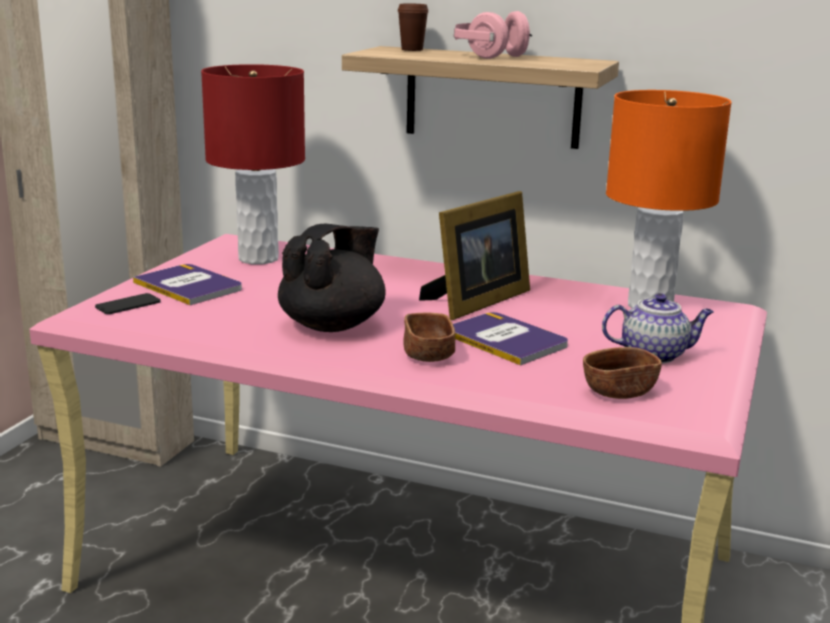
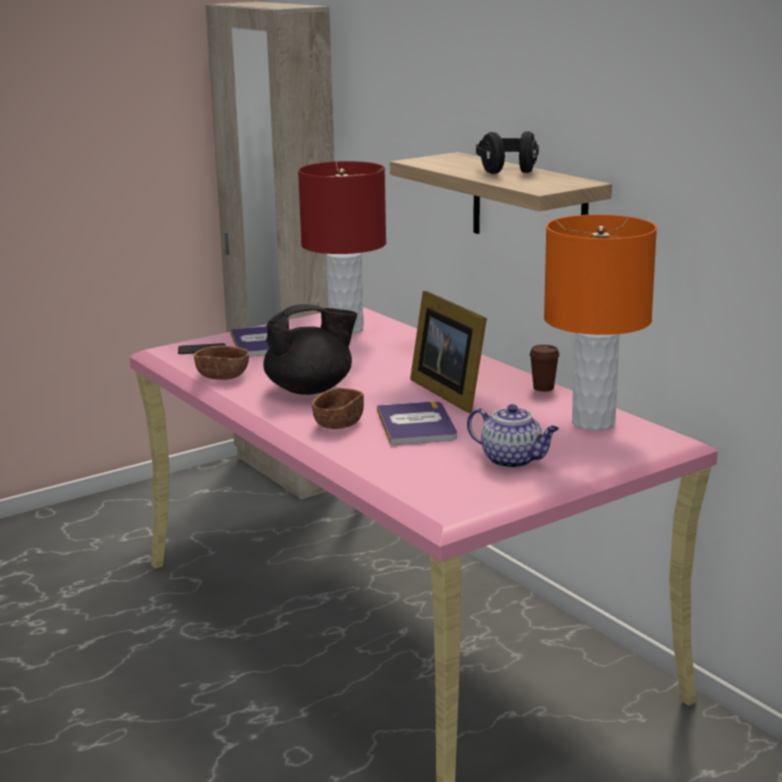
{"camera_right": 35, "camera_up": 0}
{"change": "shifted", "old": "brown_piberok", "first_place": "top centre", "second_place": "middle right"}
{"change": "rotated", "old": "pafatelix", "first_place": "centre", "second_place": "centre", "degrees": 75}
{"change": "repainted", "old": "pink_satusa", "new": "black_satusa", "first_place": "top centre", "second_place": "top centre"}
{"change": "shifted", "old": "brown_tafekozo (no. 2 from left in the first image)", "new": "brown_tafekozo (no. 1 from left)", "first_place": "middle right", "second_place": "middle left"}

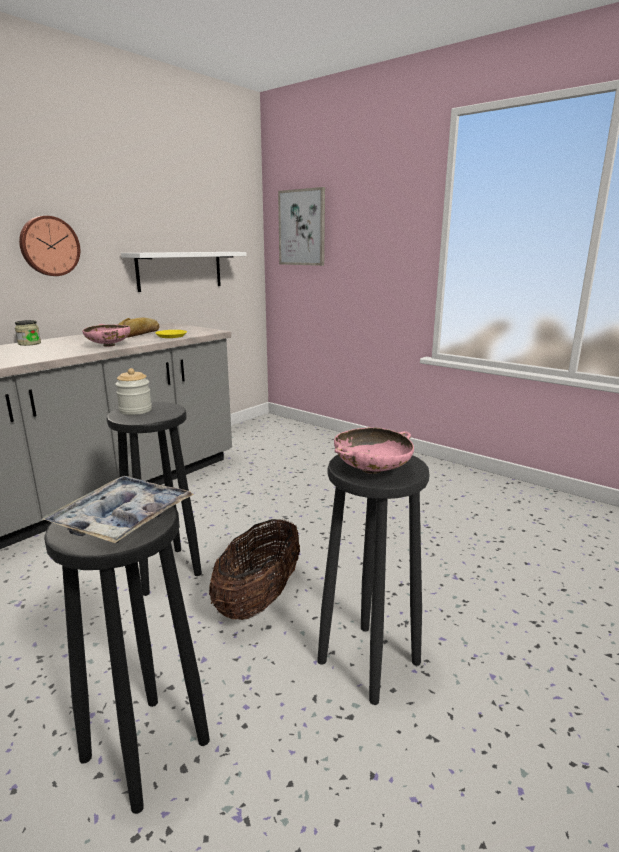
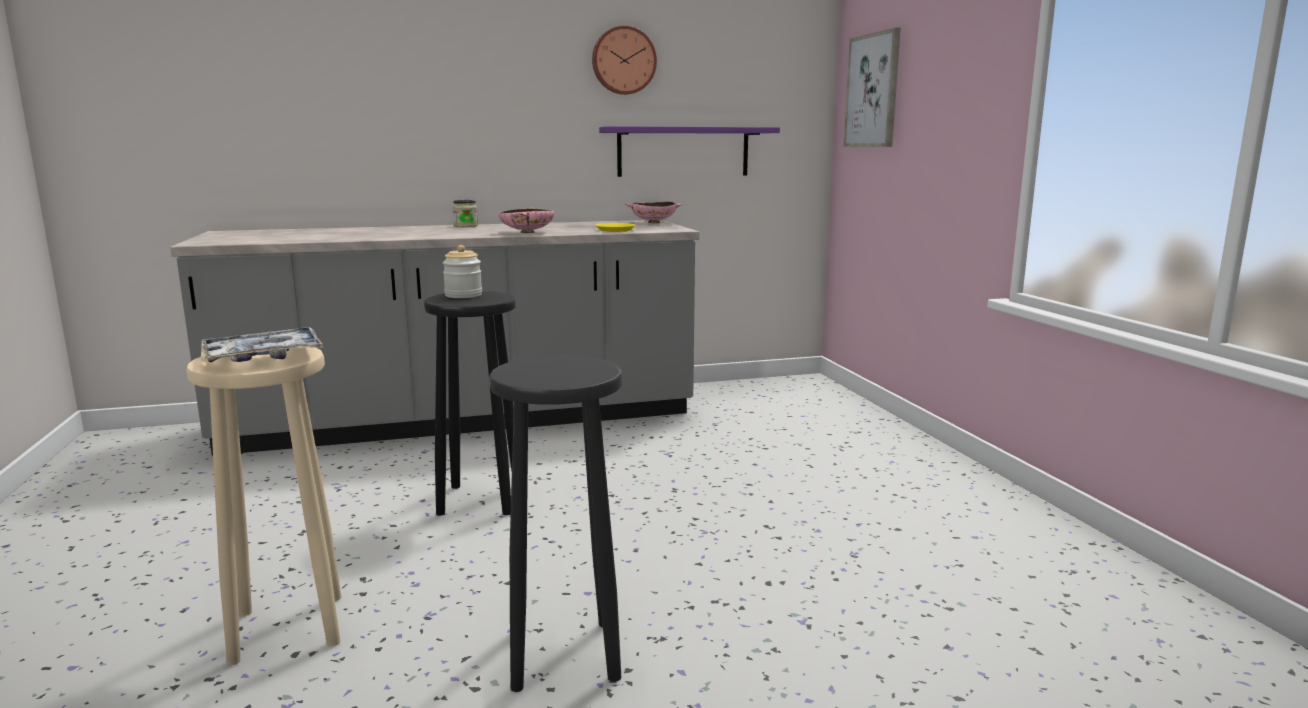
{"camera_right": 35, "camera_up": -5}
{"change": "shifted", "old": "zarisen", "first_place": "top left", "second_place": "top centre"}
{"change": "repainted", "old": "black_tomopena (no. 1 from left)", "new": "beige_tomopena", "first_place": "bottom left", "second_place": "bottom left"}
{"change": "gone", "old": "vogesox", "first_place": "middle left"}
{"change": "repainted", "old": "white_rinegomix", "new": "purple_rinegomix", "first_place": "top left", "second_place": "top centre"}
{"change": "gone", "old": "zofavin", "first_place": "bottom centre"}
{"change": "shifted", "old": "pink_tafekozo (no. 2 from left)", "first_place": "centre", "second_place": "top centre"}

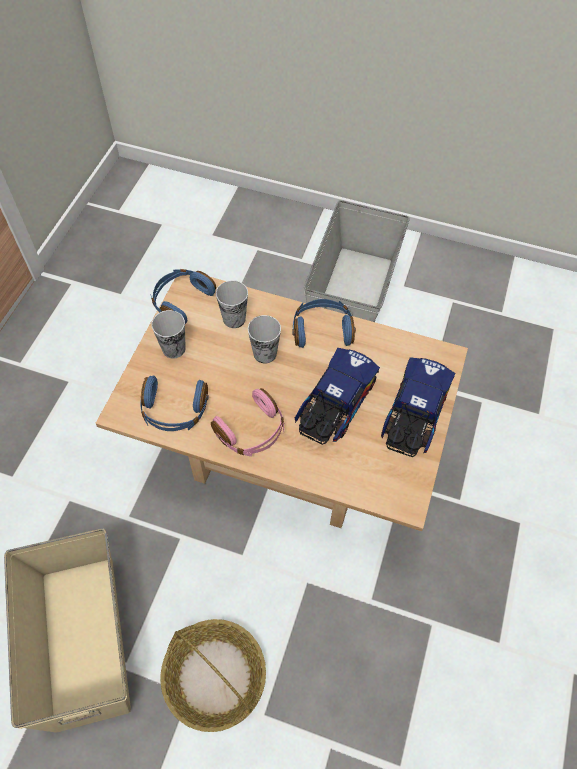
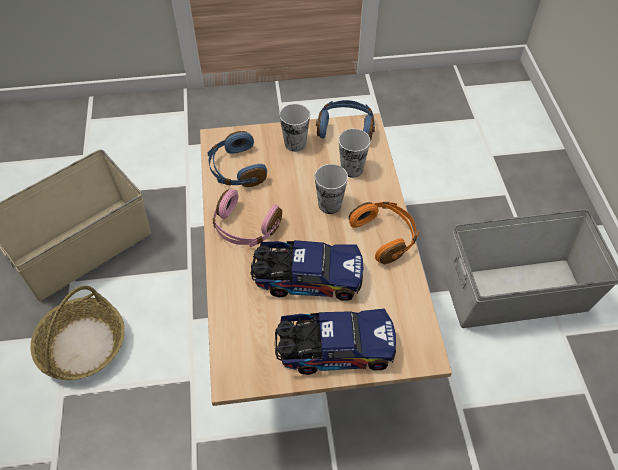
{"camera_right": 65, "camera_up": -5}
{"change": "repainted", "old": "blue_satusa (no. 3 from left)", "new": "orange_satusa", "first_place": "centre", "second_place": "centre"}

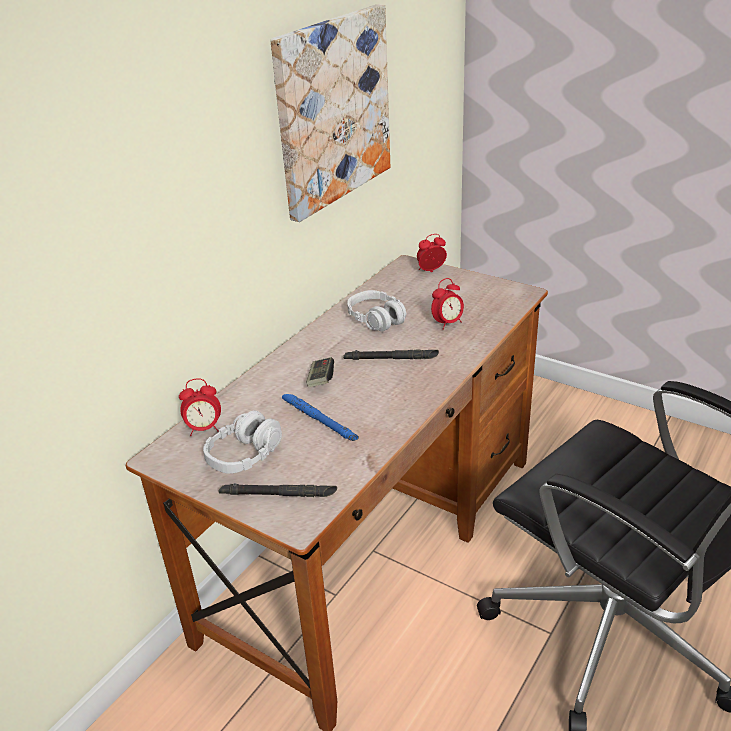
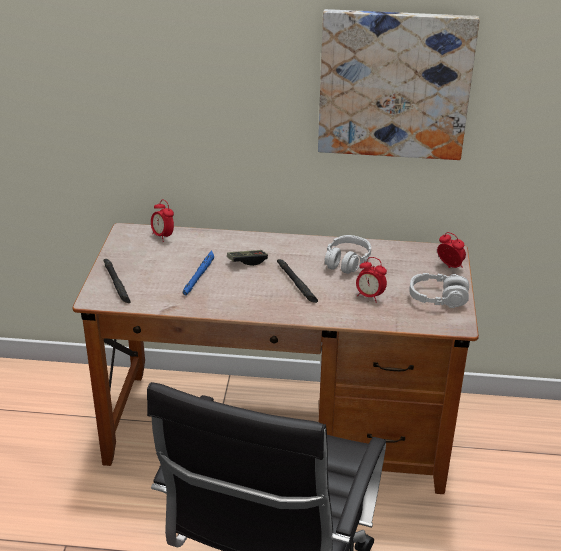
{"camera_right": 60, "camera_up": 0}
{"change": "shifted", "old": "grey_satusa (no. 1 from left in the first image)", "new": "grey_satusa (no. 2 from left)", "first_place": "middle left", "second_place": "middle right"}

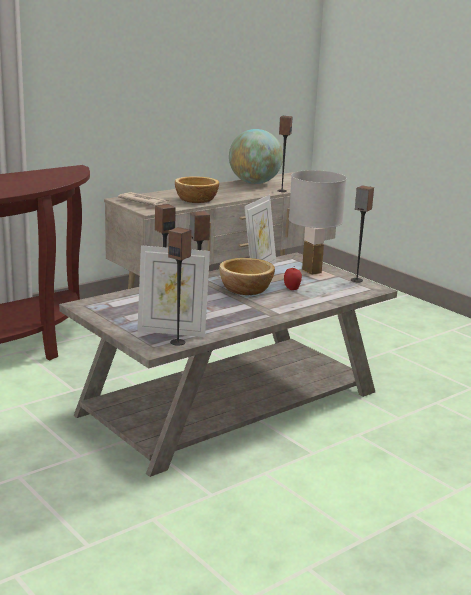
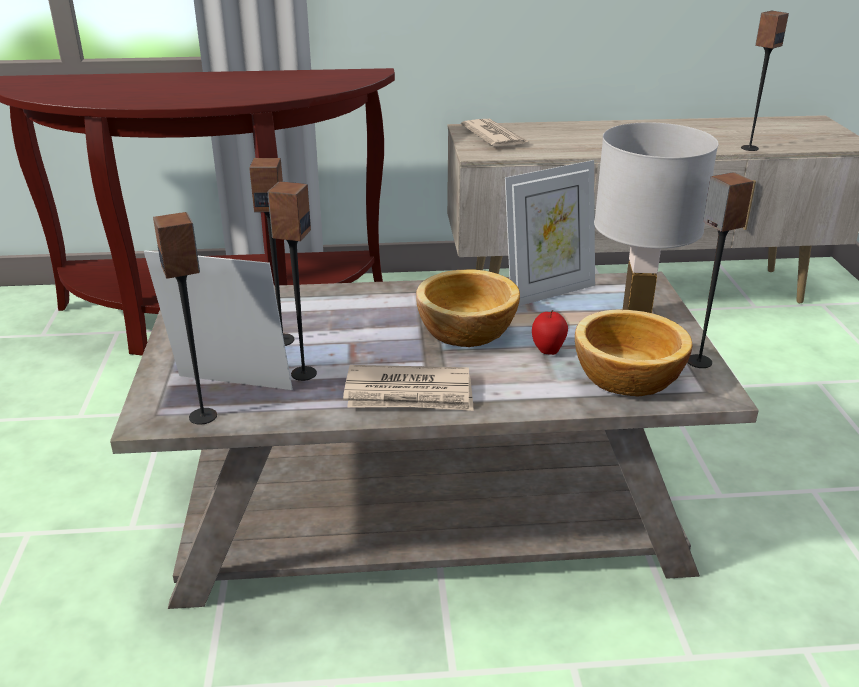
{"camera_right": 35, "camera_up": 10}
{"change": "rotated", "old": "pafatelix (no. 1 from left)", "first_place": "centre", "second_place": "middle left", "degrees": 150}
{"change": "shifted", "old": "tafekozo (no. 1 from left in the first image)", "new": "tafekozo (no. 2 from left)", "first_place": "top centre", "second_place": "middle right"}
{"change": "gone", "old": "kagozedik", "first_place": "top centre"}
{"change": "new", "new": "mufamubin (no. 1 from left)", "second_place": "centre"}

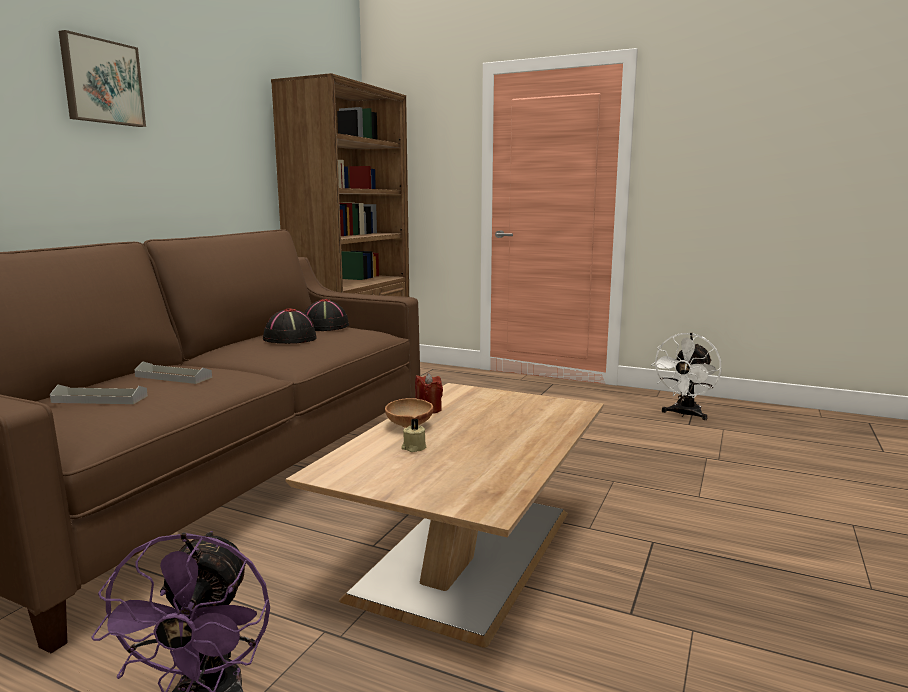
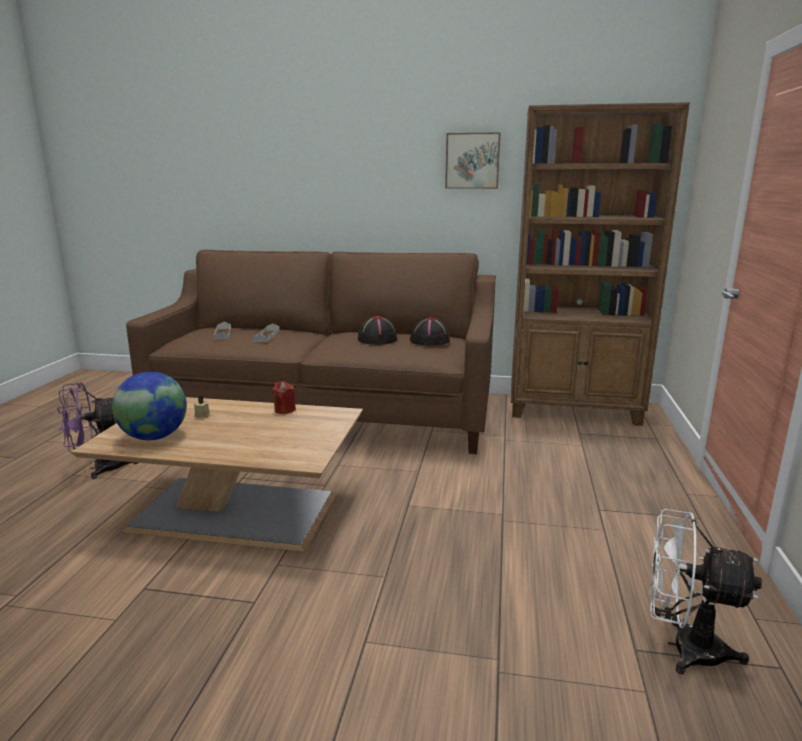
{"camera_right": 75, "camera_up": 5}
{"change": "shifted", "old": "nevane", "first_place": "top left", "second_place": "top centre"}
{"change": "gone", "old": "brown_tafekozo", "first_place": "centre"}
{"change": "new", "new": "kagozedik", "second_place": "middle left"}

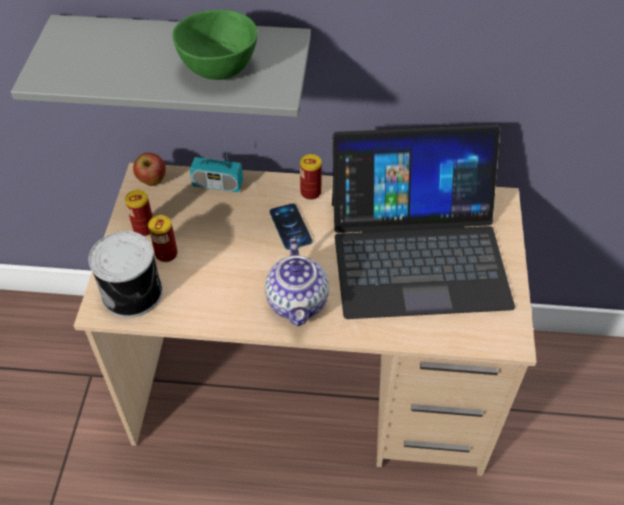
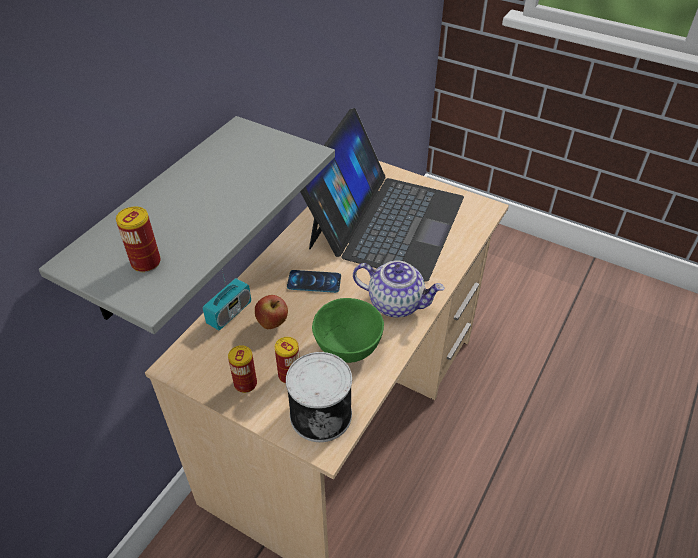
{"camera_right": -65, "camera_up": -5}
{"change": "shifted", "old": "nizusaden", "first_place": "middle left", "second_place": "centre"}
{"change": "shifted", "old": "green_tafekozo", "first_place": "top centre", "second_place": "centre"}
{"change": "shifted", "old": "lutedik (no. 4 from left in the first image)", "new": "lutedik (no. 1 from left)", "first_place": "centre", "second_place": "middle left"}

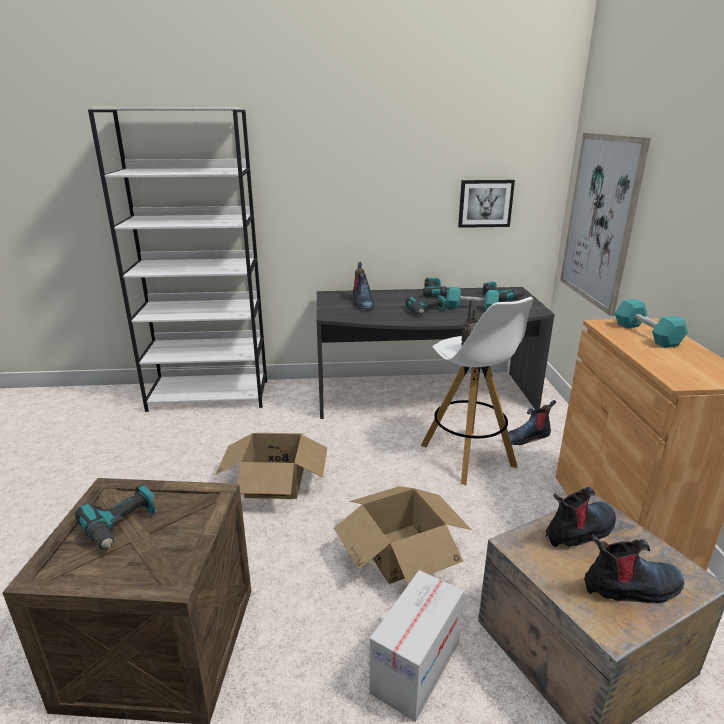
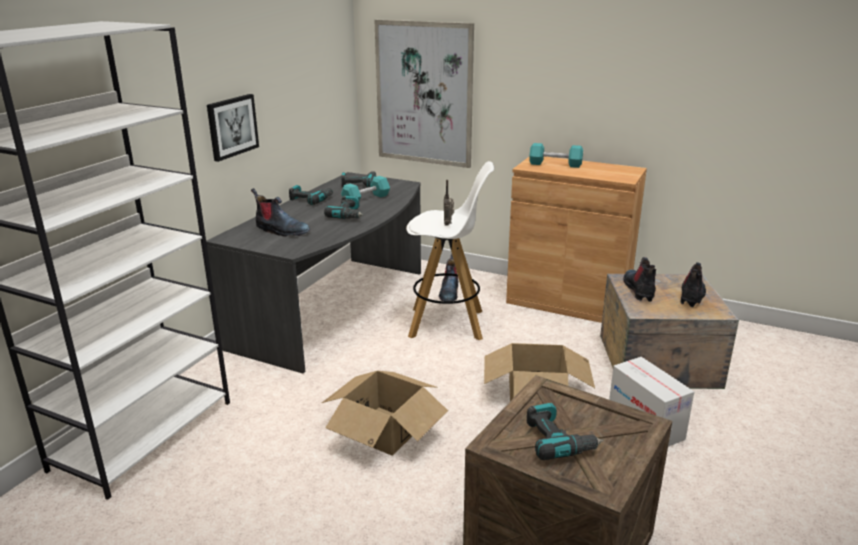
{"camera_right": -60, "camera_up": 0}
{"change": "shifted", "old": "nevane (no. 1 from left)", "first_place": "top right", "second_place": "top left"}

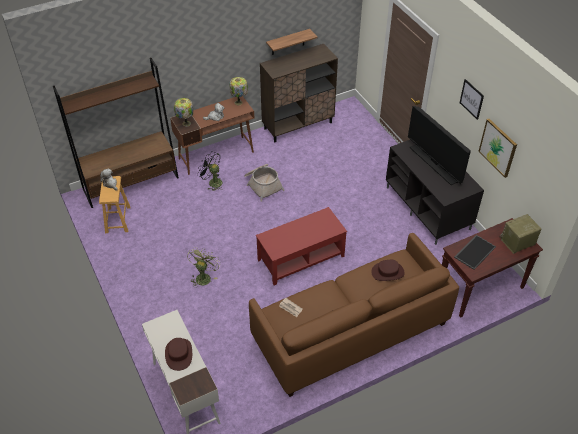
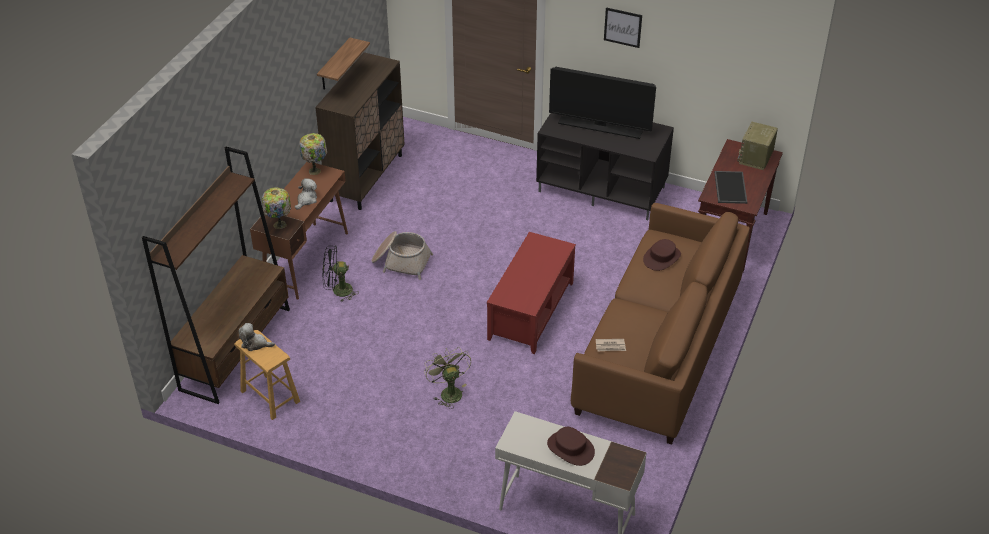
{"camera_right": -40, "camera_up": -5}
{"change": "gone", "old": "nevane (no. 2 from left)", "first_place": "middle right"}

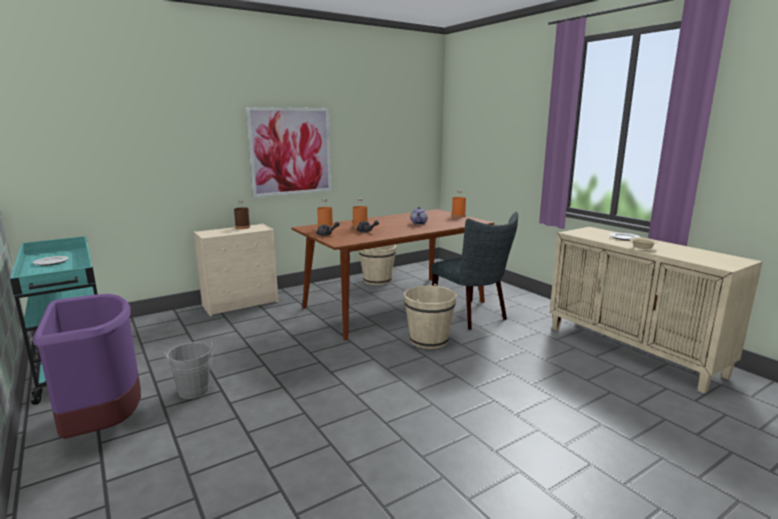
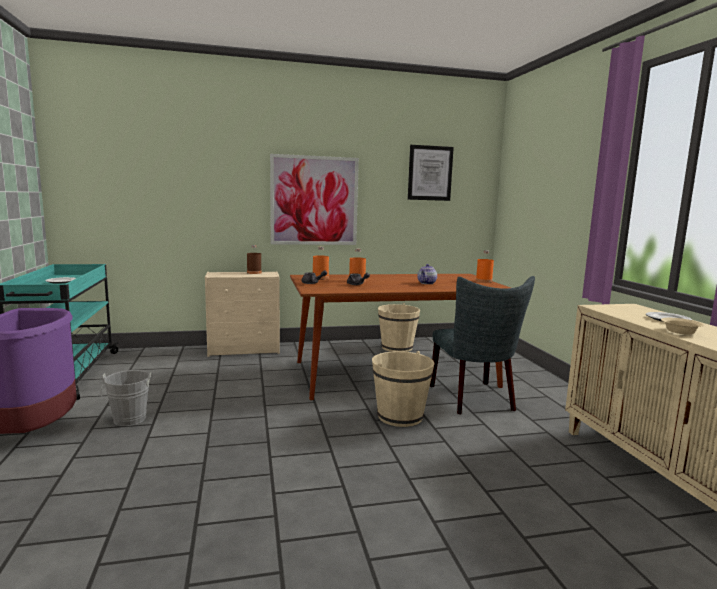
{"camera_right": 20, "camera_up": -5}
{"change": "new", "new": "nevane (no. 2 from left)", "second_place": "top centre"}

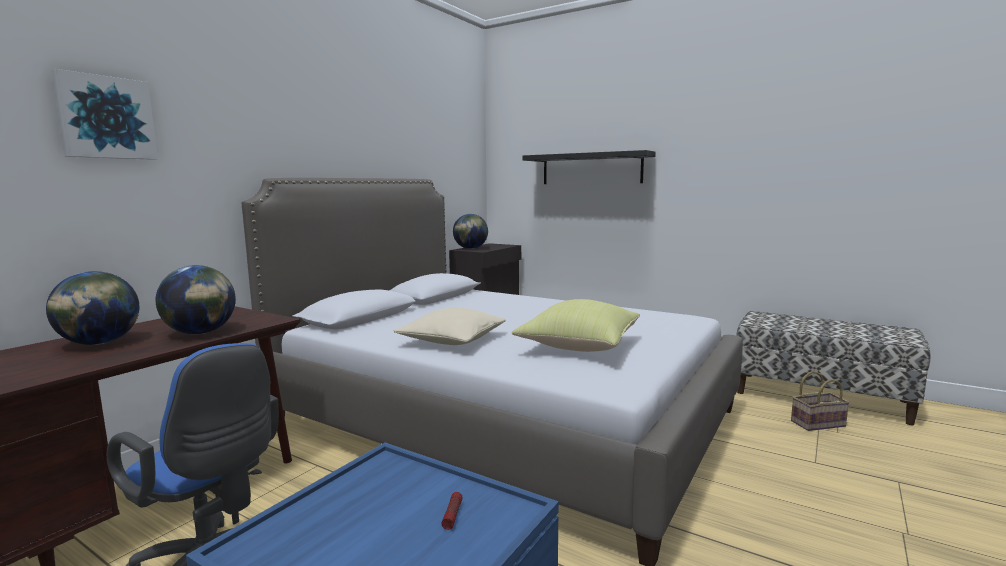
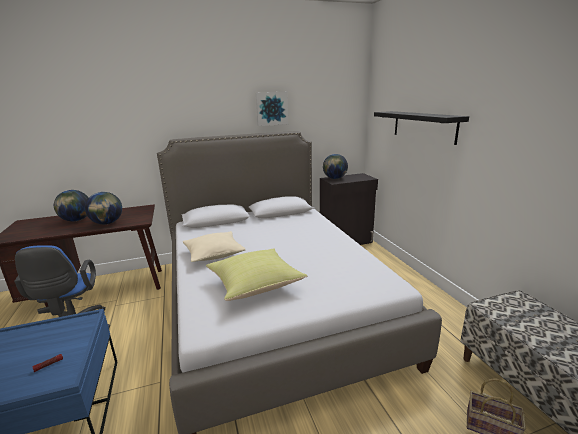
{"camera_right": 40, "camera_up": 10}
{"change": "shifted", "old": "nevane", "first_place": "top left", "second_place": "top centre"}

